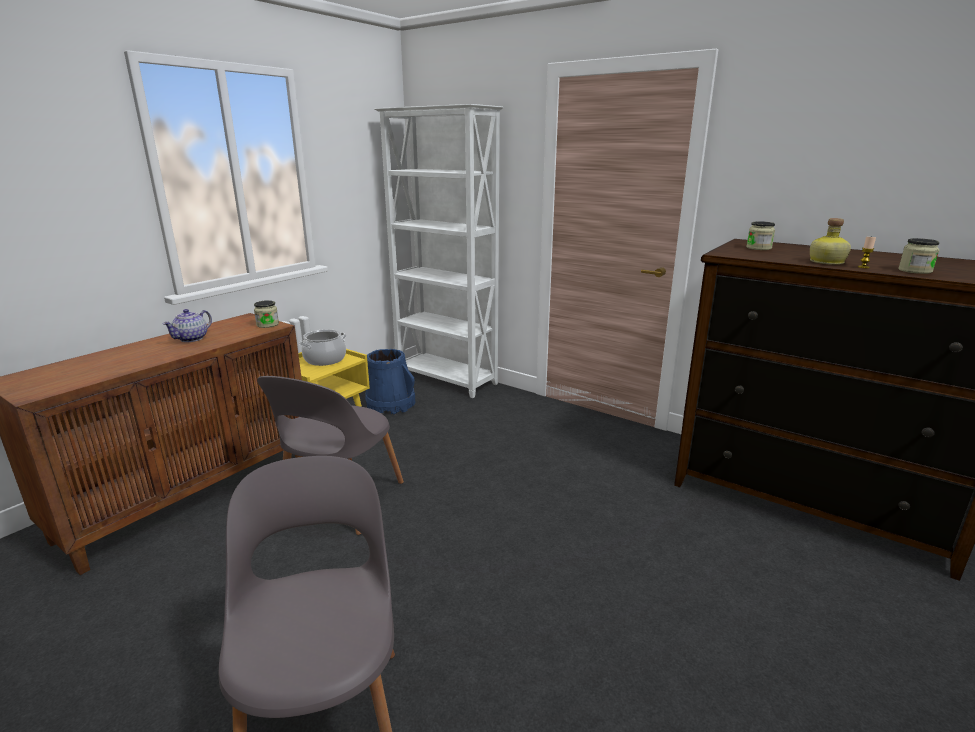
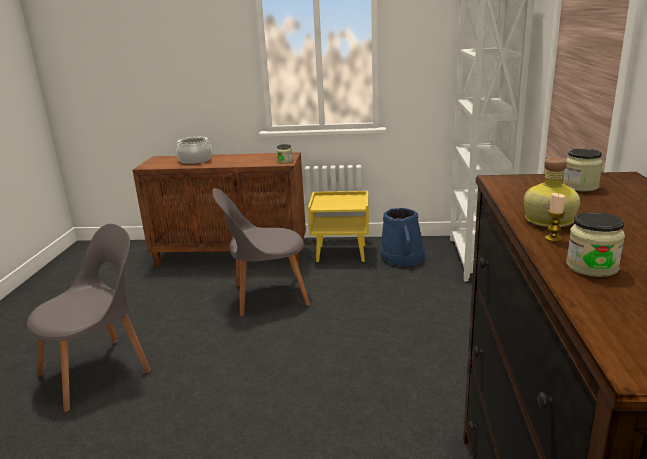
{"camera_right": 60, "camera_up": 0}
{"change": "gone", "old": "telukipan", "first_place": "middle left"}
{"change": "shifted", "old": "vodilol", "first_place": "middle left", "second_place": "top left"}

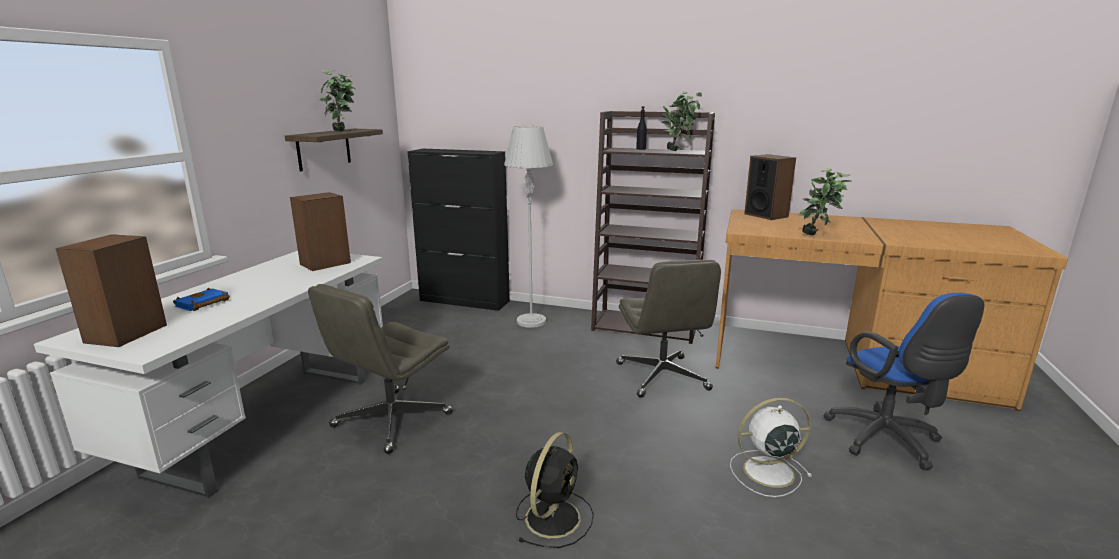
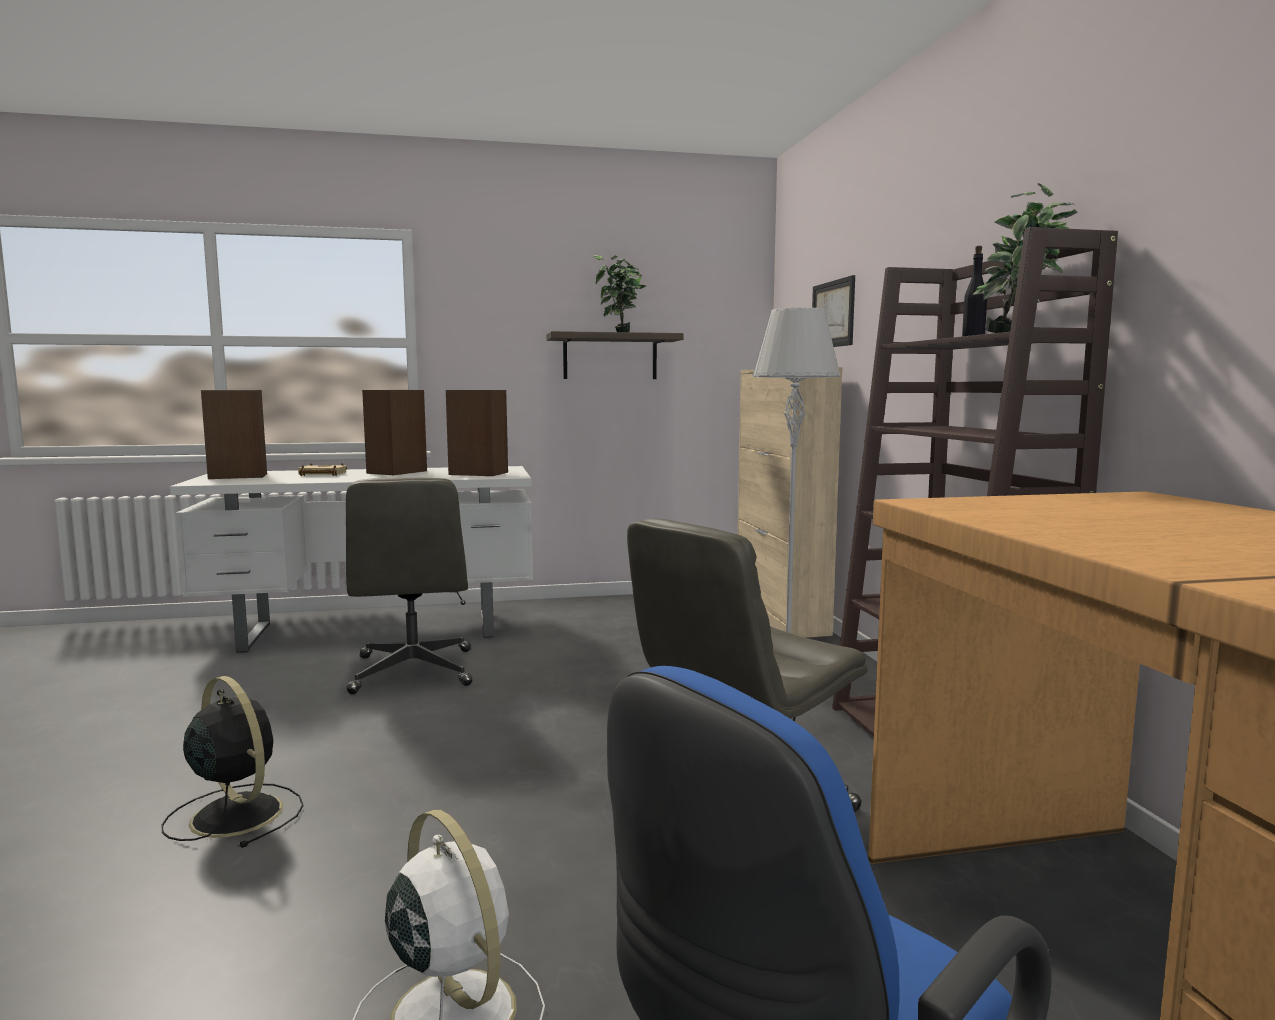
{"camera_right": 60, "camera_up": -10}
{"change": "repainted", "old": "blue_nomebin", "new": "beige_nomebin", "first_place": "middle left", "second_place": "middle left"}
{"change": "rotated", "old": "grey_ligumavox (no. 1 from left)", "first_place": "centre", "second_place": "middle left", "degrees": -105}
{"change": "repainted", "old": "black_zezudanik", "new": "beige_zezudanik", "first_place": "centre", "second_place": "centre"}
{"change": "rotated", "old": "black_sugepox", "first_place": "bottom centre", "second_place": "bottom left", "degrees": -135}
{"change": "shifted", "old": "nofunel (no. 3 from left in the first image)", "new": "nofunel (no. 2 from left)", "first_place": "middle right", "second_place": "middle left"}
{"change": "gone", "old": "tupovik (no. 3 from left)", "first_place": "middle right"}
{"change": "new", "new": "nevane", "second_place": "top centre"}

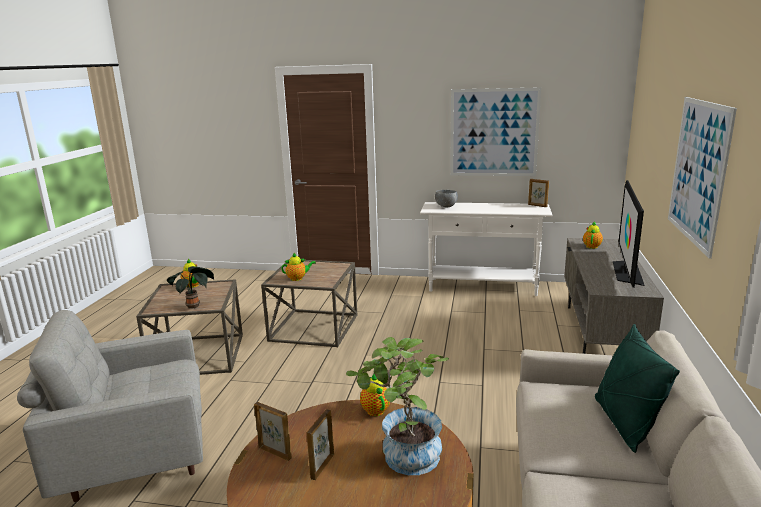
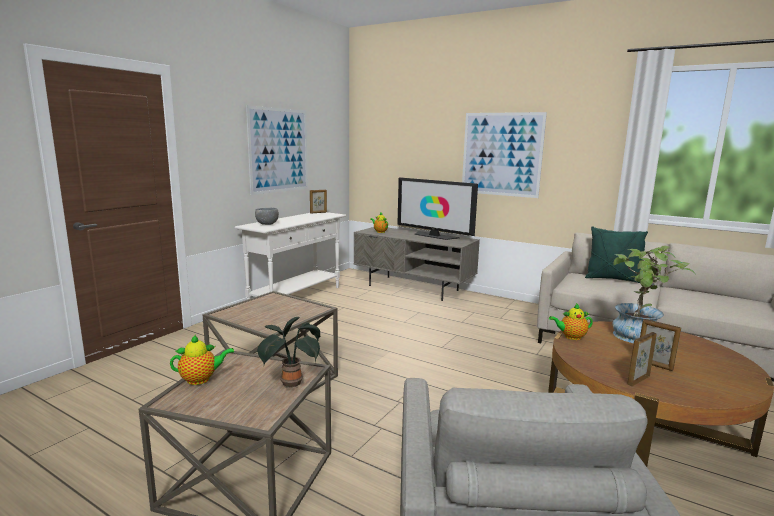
{"camera_right": -70, "camera_up": -5}
{"change": "gone", "old": "telukipan (no. 2 from left)", "first_place": "centre"}

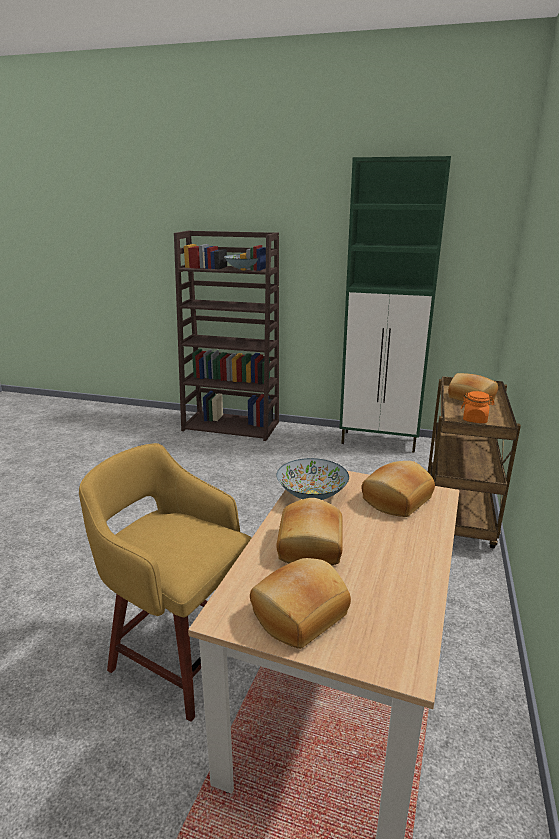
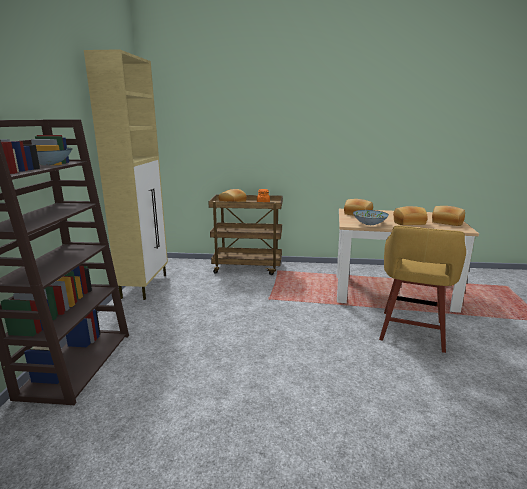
{"camera_right": -100, "camera_up": -5}
{"change": "repainted", "old": "green_zezudanik", "new": "beige_zezudanik", "first_place": "middle right", "second_place": "middle left"}

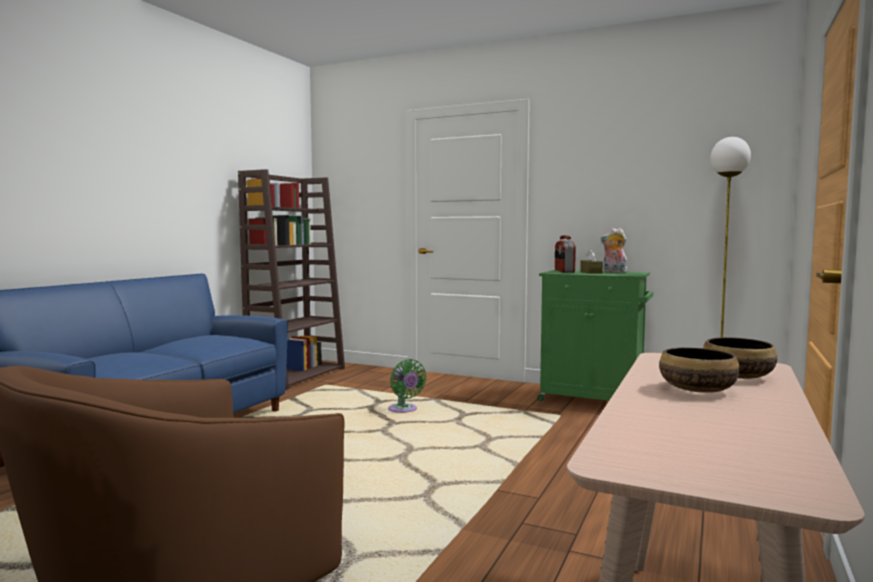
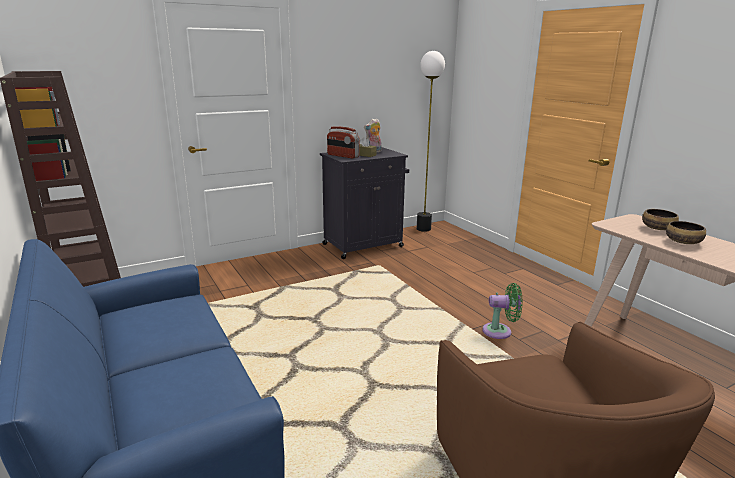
{"camera_right": -55, "camera_up": 15}
{"change": "shifted", "old": "green_sugepox", "first_place": "centre", "second_place": "middle right"}
{"change": "repainted", "old": "green_zezudanik", "new": "black_zezudanik", "first_place": "middle right", "second_place": "centre"}

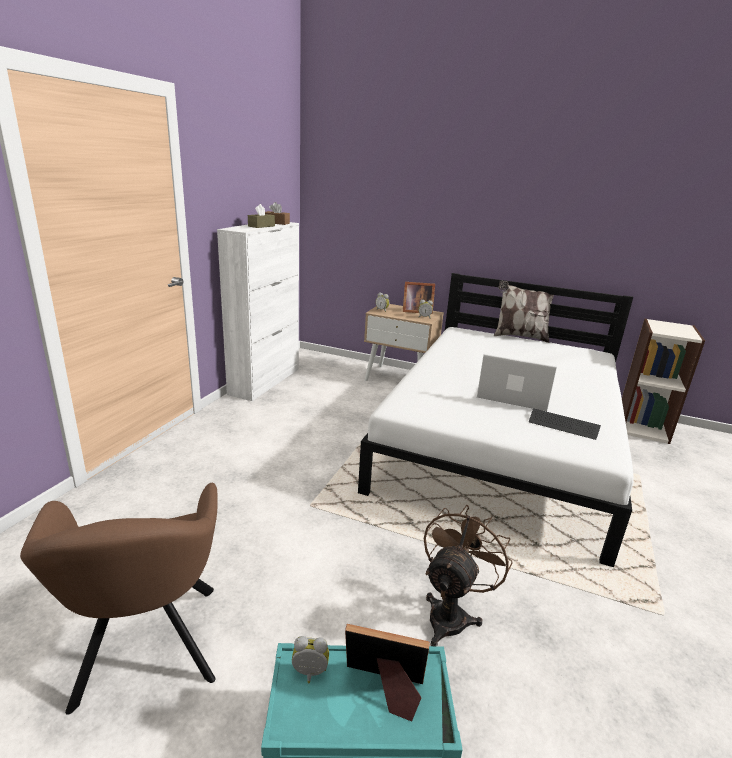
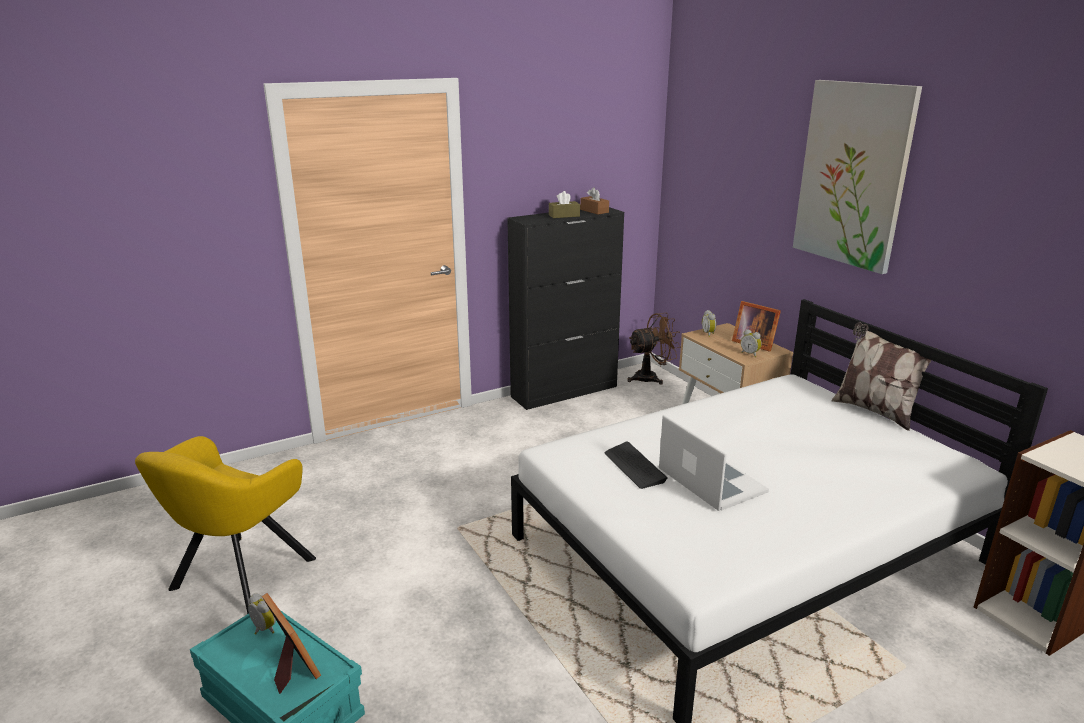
{"camera_right": 40, "camera_up": 0}
{"change": "repainted", "old": "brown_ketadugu", "new": "yellow_ketadugu", "first_place": "bottom left", "second_place": "bottom left"}
{"change": "repainted", "old": "white_zezudanik", "new": "black_zezudanik", "first_place": "centre", "second_place": "centre"}
{"change": "shifted", "old": "brown_sugepox", "first_place": "bottom centre", "second_place": "centre"}
{"change": "shifted", "old": "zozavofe", "first_place": "middle right", "second_place": "centre"}
{"change": "new", "new": "nevane", "second_place": "top right"}

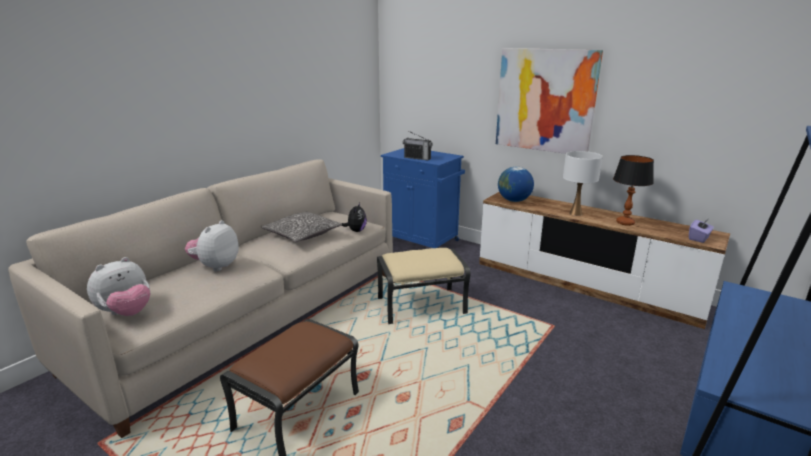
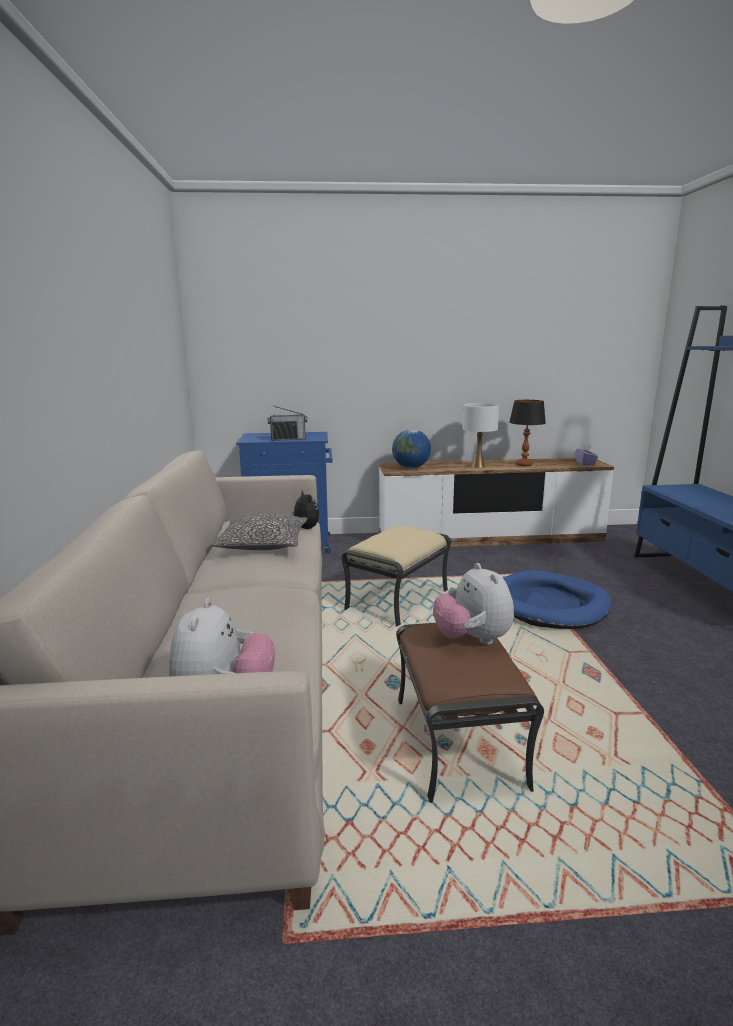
{"camera_right": -40, "camera_up": -5}
{"change": "shifted", "old": "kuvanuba (no. 2 from left in the first image)", "new": "kuvanuba (no. 3 from left)", "first_place": "middle left", "second_place": "centre"}
{"change": "gone", "old": "nevane", "first_place": "top right"}
{"change": "new", "new": "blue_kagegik", "second_place": "middle right"}

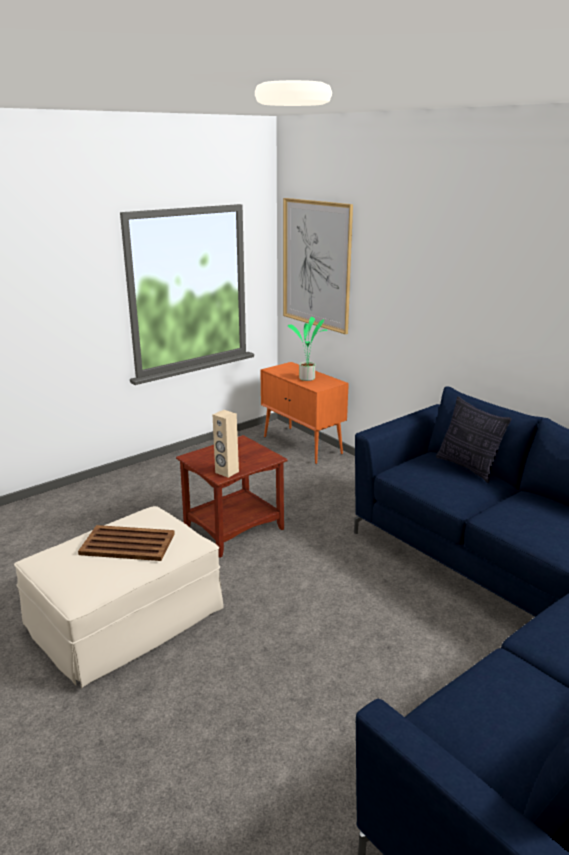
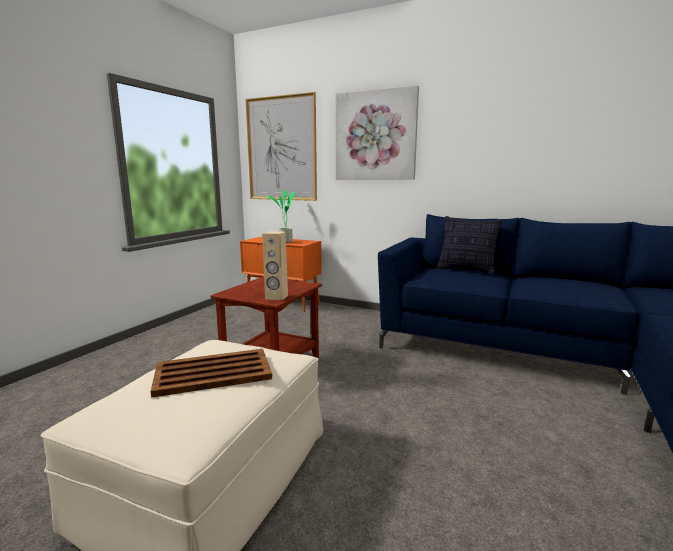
{"camera_right": -25, "camera_up": -10}
{"change": "new", "new": "nevane (no. 2 from left)", "second_place": "top centre"}

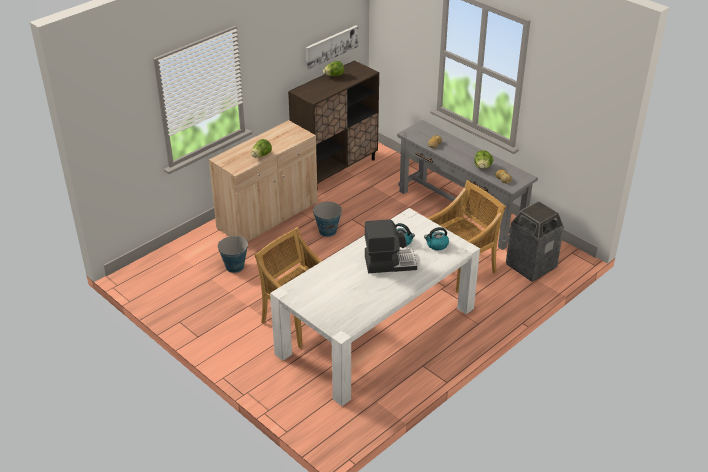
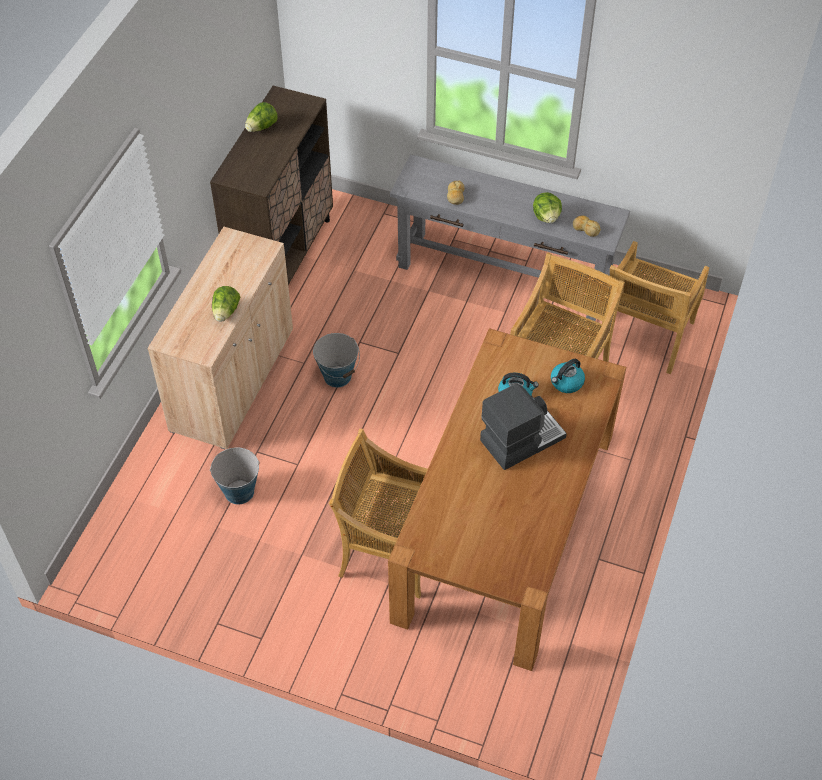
{"camera_right": -25, "camera_up": 15}
{"change": "repainted", "old": "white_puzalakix", "new": "brown_puzalakix", "first_place": "centre", "second_place": "centre"}
{"change": "gone", "old": "nevane", "first_place": "top centre"}
{"change": "swapped", "old": "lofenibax", "new": "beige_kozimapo (no. 3 from left)", "first_place": "middle right", "second_place": "middle right"}

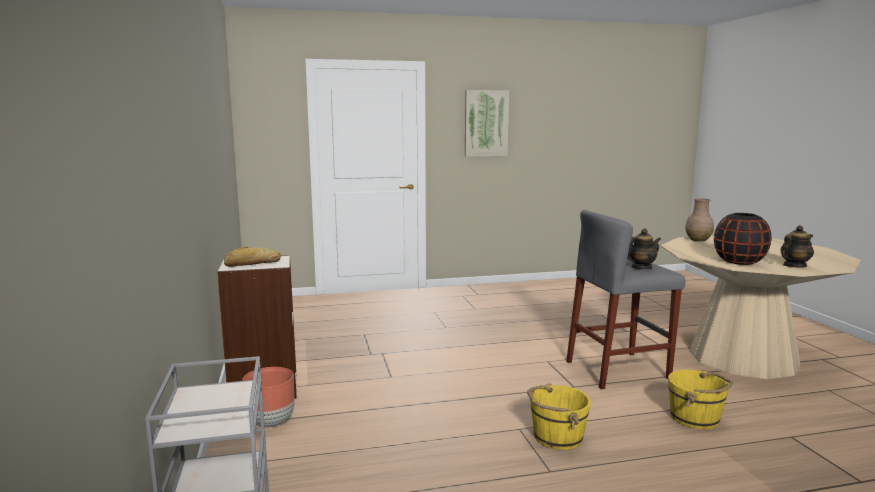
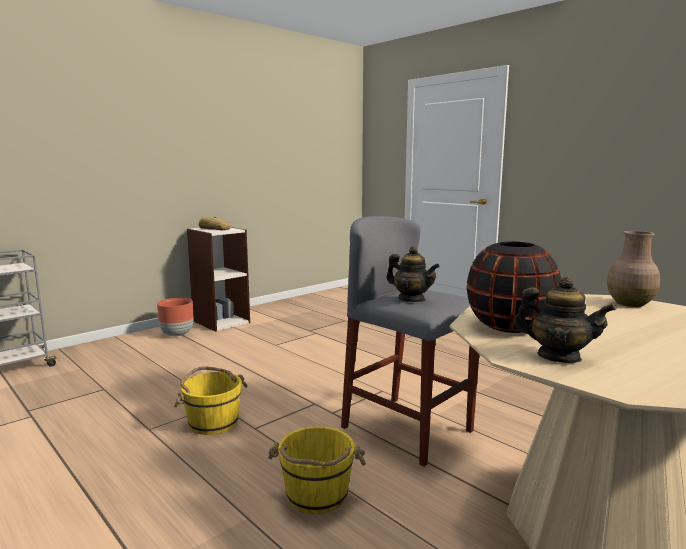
{"camera_right": 60, "camera_up": 0}
{"change": "gone", "old": "nevane", "first_place": "top centre"}

